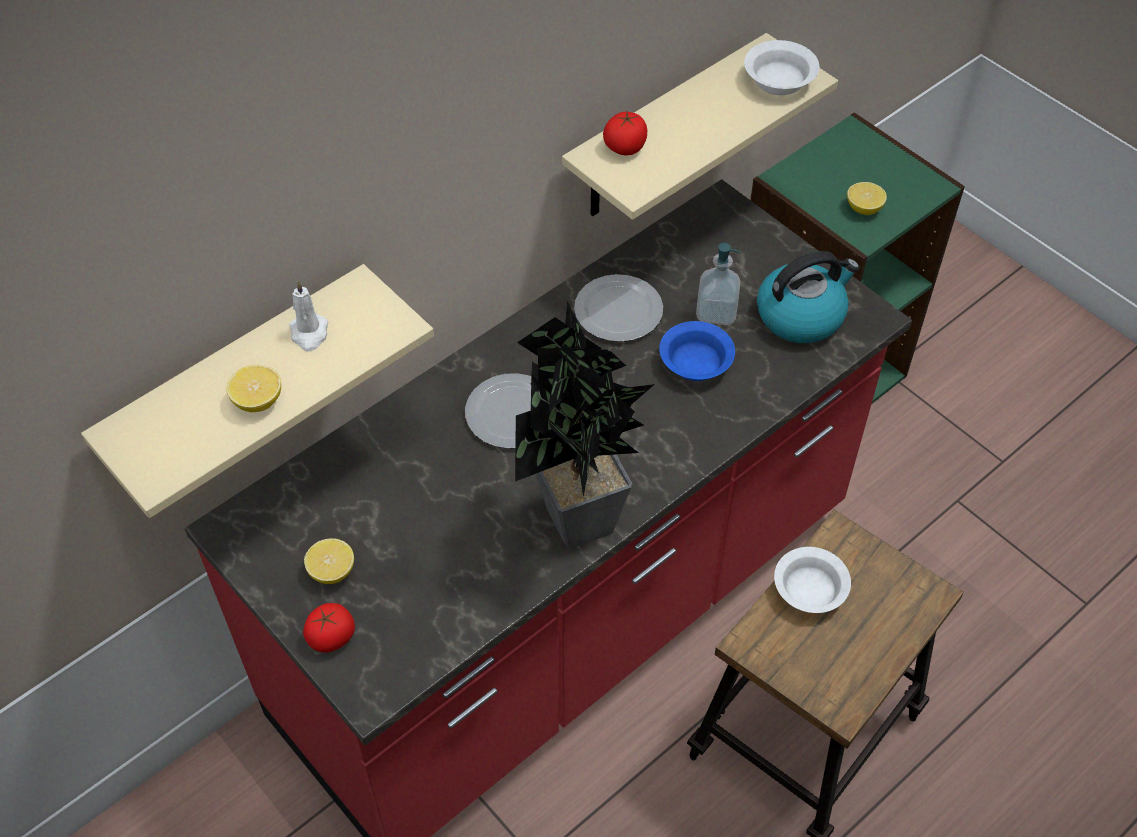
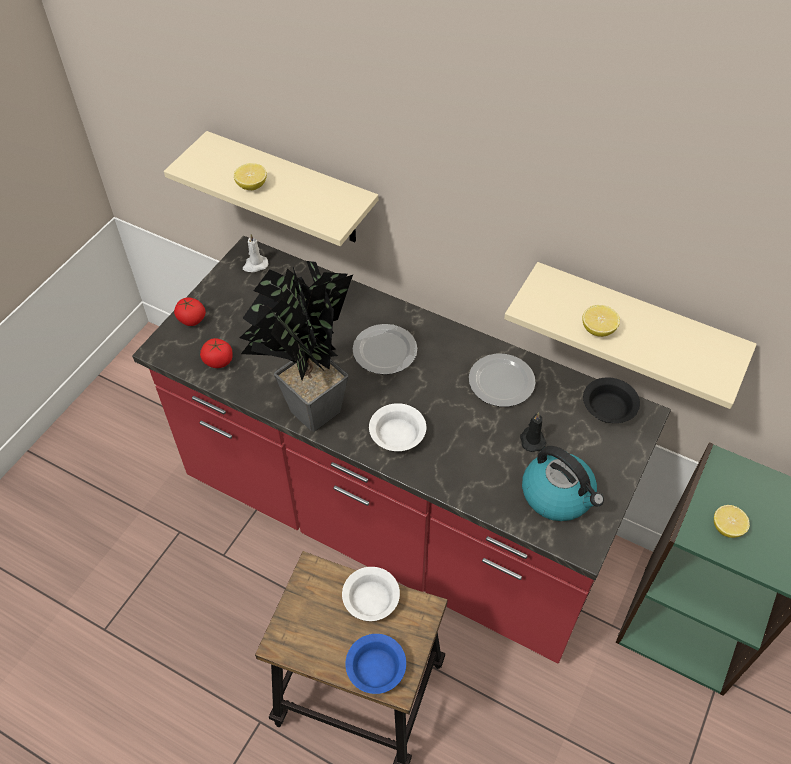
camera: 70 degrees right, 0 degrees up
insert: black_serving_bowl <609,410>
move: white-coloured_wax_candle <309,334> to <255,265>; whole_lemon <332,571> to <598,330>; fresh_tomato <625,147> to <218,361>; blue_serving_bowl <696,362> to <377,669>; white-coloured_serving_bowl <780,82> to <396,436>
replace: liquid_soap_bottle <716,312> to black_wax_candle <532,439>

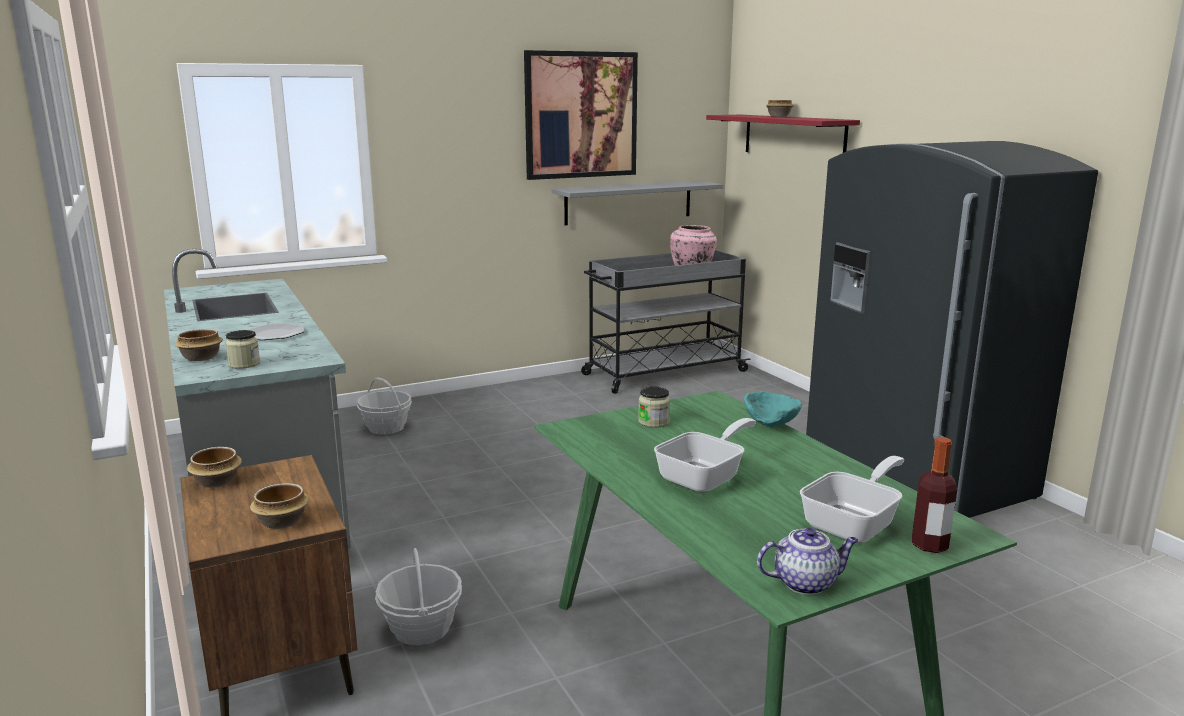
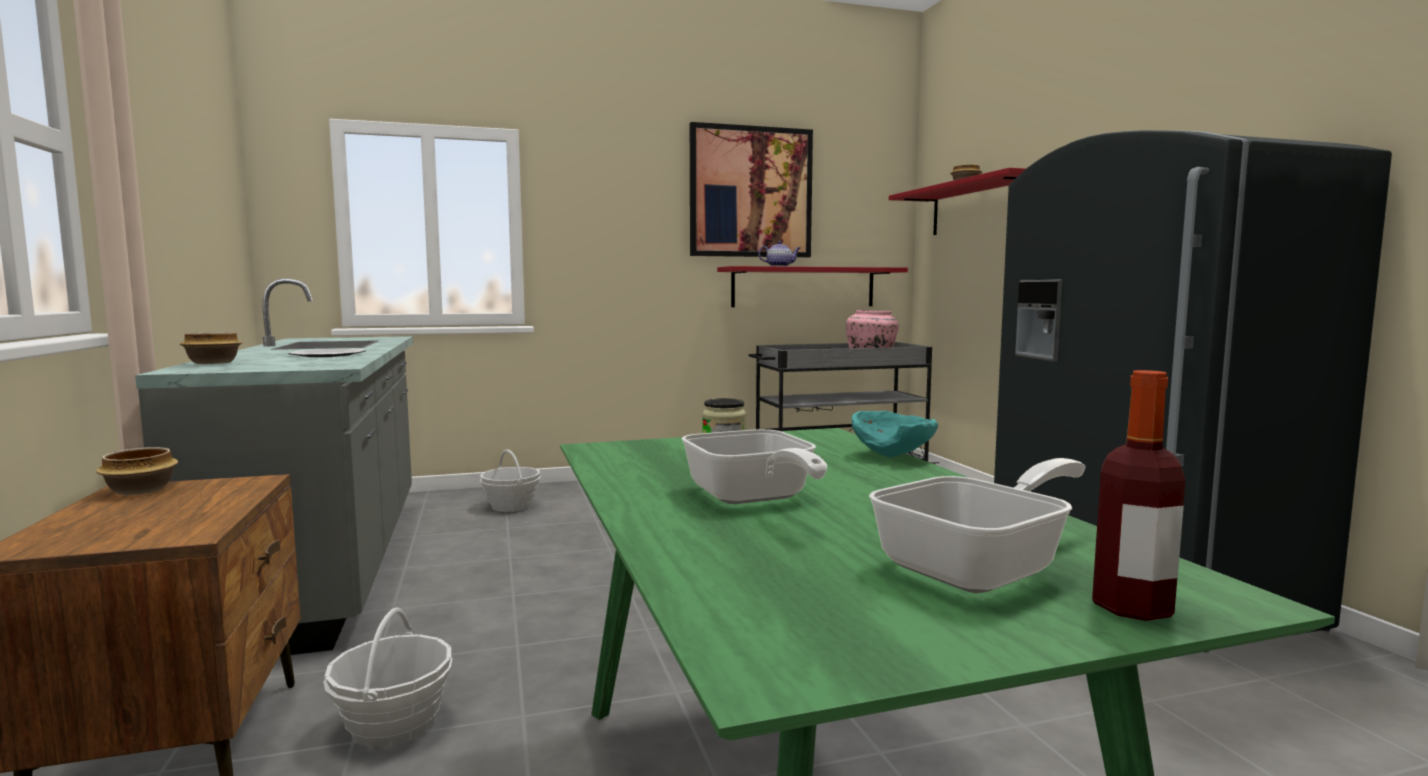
camera: 10 degrees right, 10 degrees down
delete: preserve_jar <244,364>; serving_bowl <281,522>
move: tea_pot <806,583> to <780,266>
recolor: grey_shelf <629,202> to red_shelf <803,287>
rotate: frying_pan <706,477> = <752,498> 105 degrees clockwise

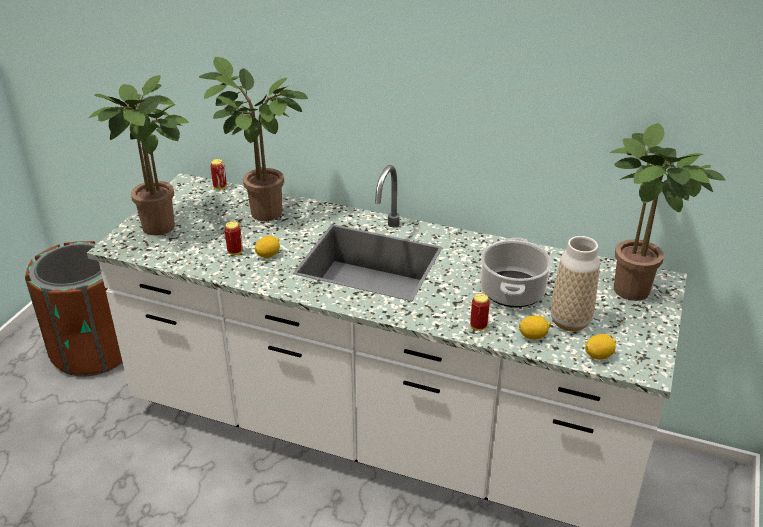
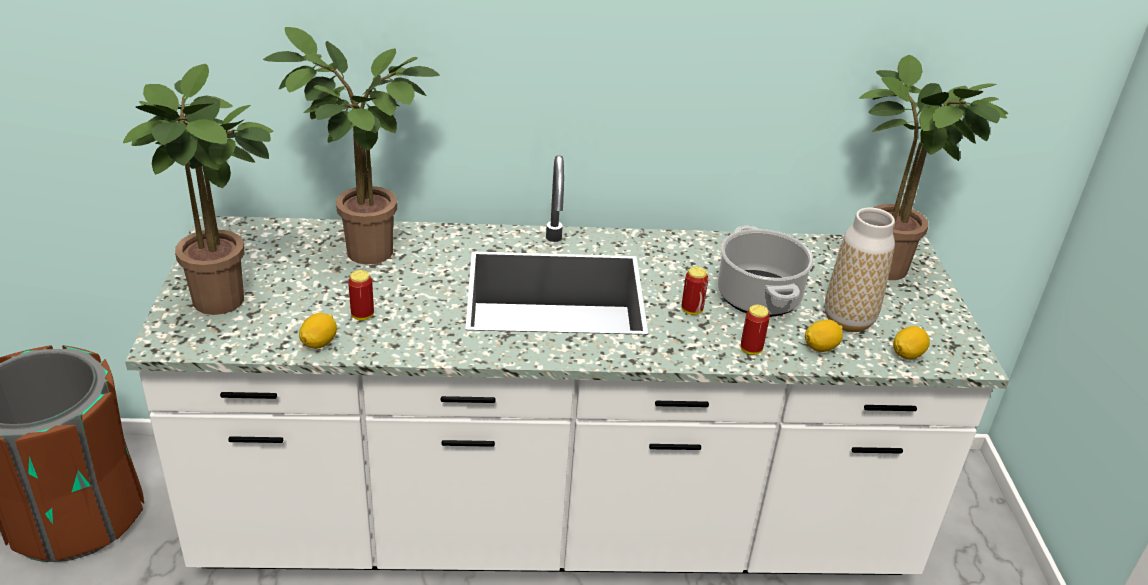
camera: 25 degrees left, 0 degrees up
move: sealed_can <220,187> to <691,310>; whole_lemon <268,255> to <319,343>

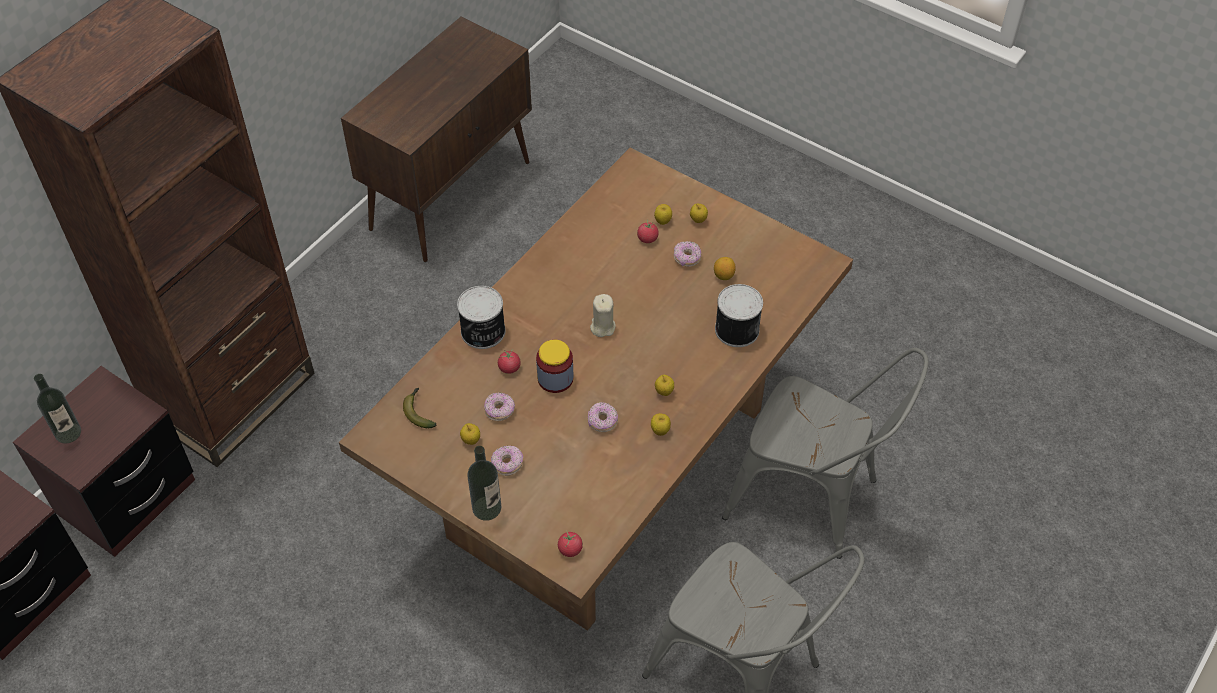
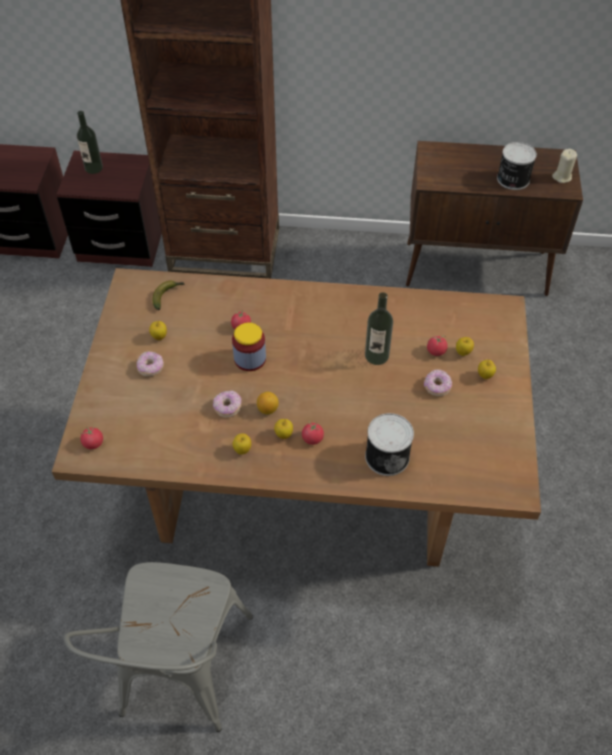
camera: 60 degrees right, 0 degrees up
delete: donut <499,410>; grey_plain_chair <813,500>
insert: fresh_tomato <312,438>
move: sealed_can <483,332> to <512,179>; drink_bottle <487,508> to <376,355>; sand-coloured_wax_candle <602,327> to <562,177>; whole_lemon <723,275> to <268,409>

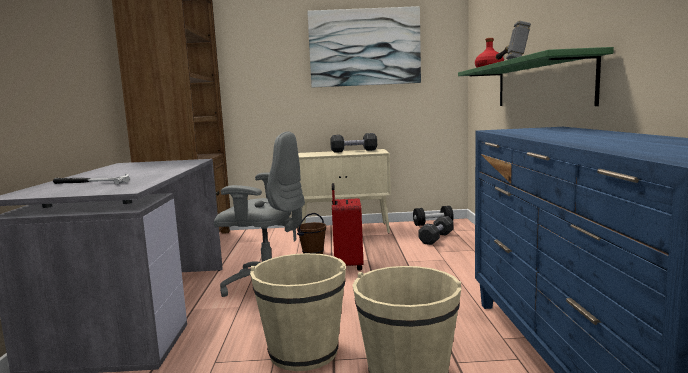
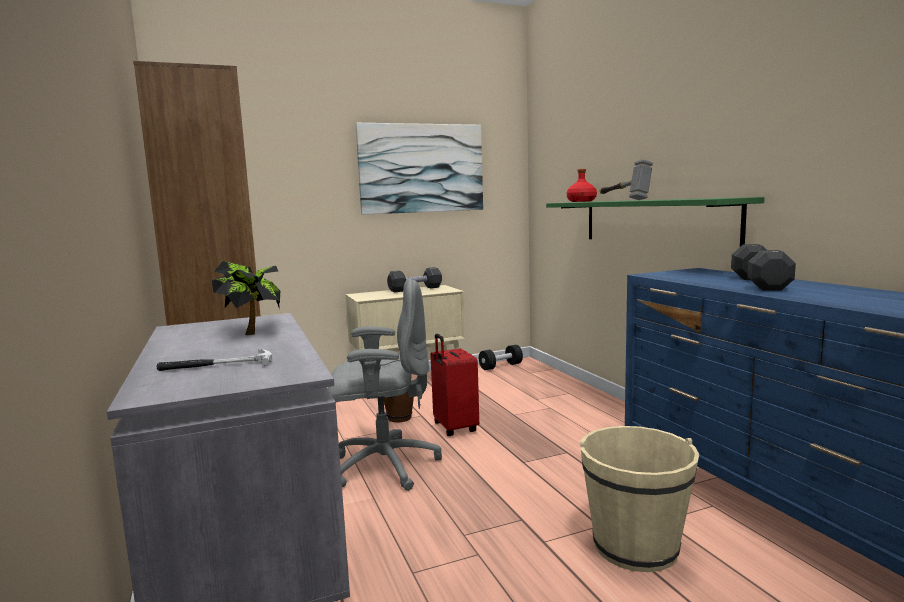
camera: 20 degrees left, 0 degrees up
delete: sand-coloured_water_bucket <303,352>
insert: plant_in_a_pot <253,331>
move: black_hand_weight <436,238> to <759,283>

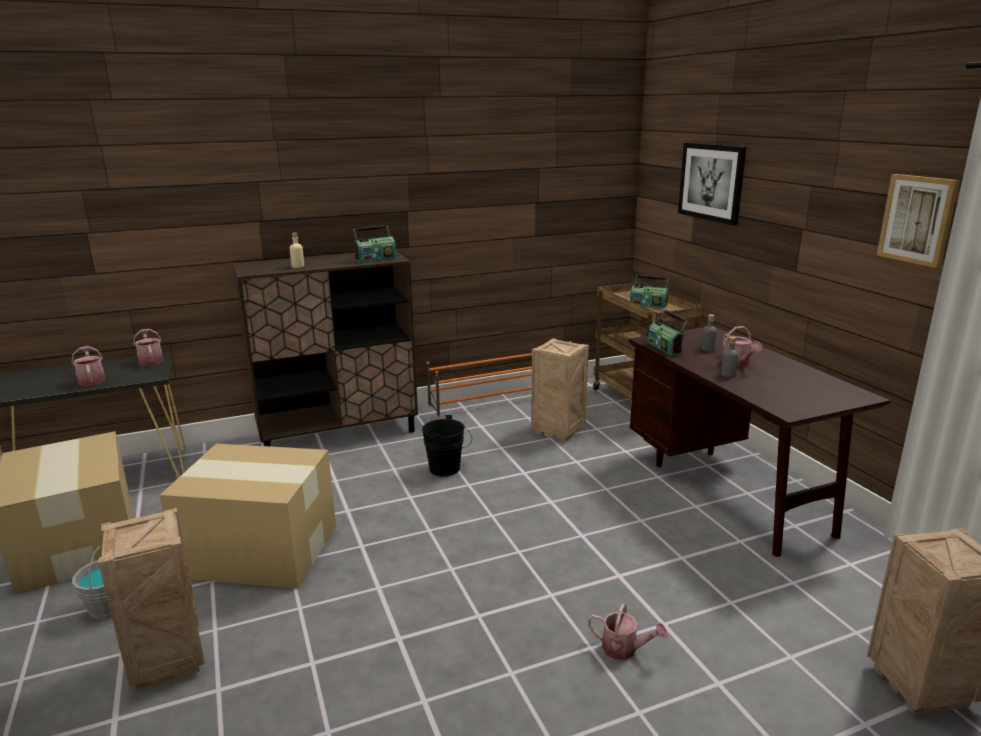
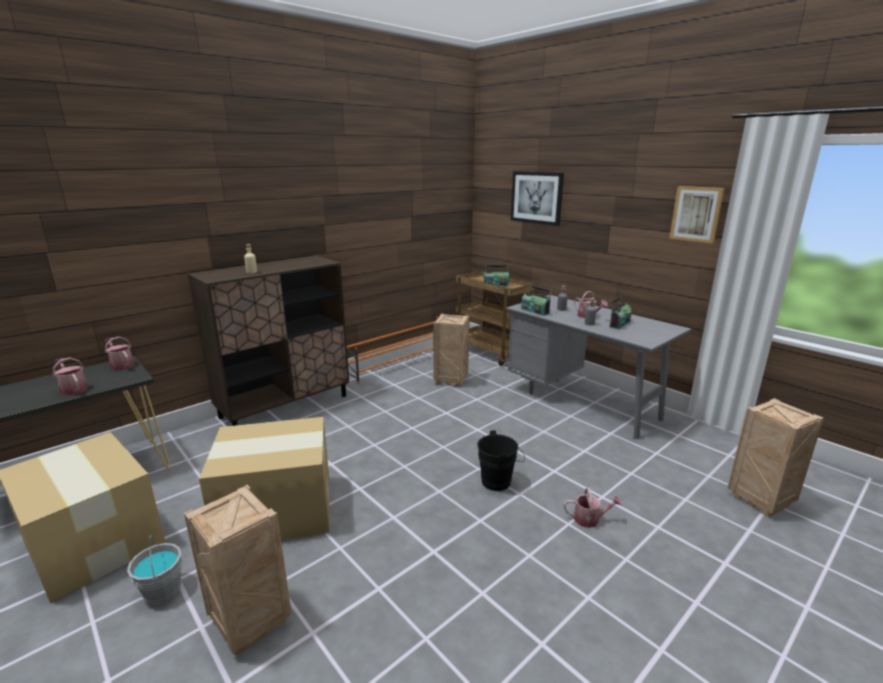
camera: 20 degrees left, 0 degrees up
move: radio <375,259> to <618,324>; black_water_bucket <448,469> to <499,481>
recolor: brown_desk_unit <729,490> to grey_desk_unit <583,402>

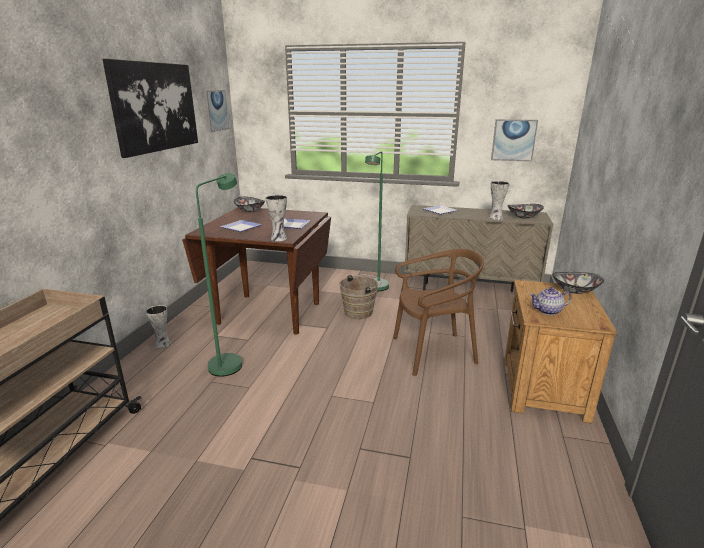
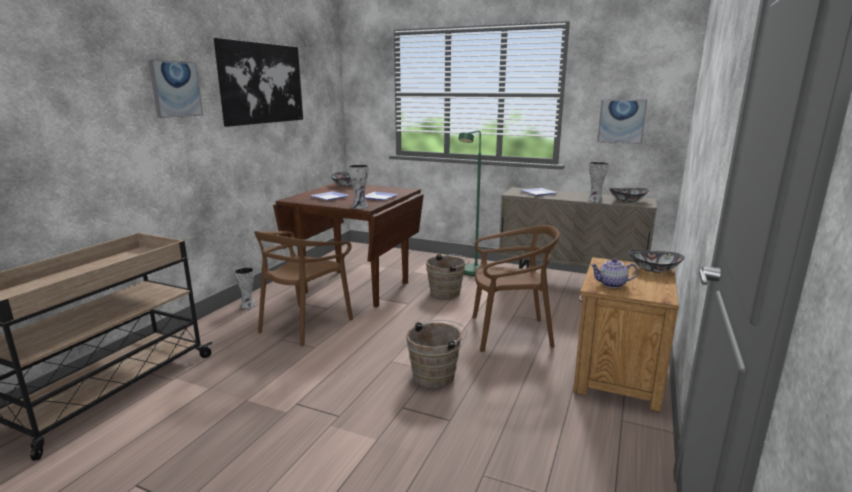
camera: 10 degrees right, 5 degrees down
insert: brown_water_bucket <437,375>
move: picture <216,110> to <176,89>
replace: green_standing_lamp <230,361> to brown_plain_chair <305,324>

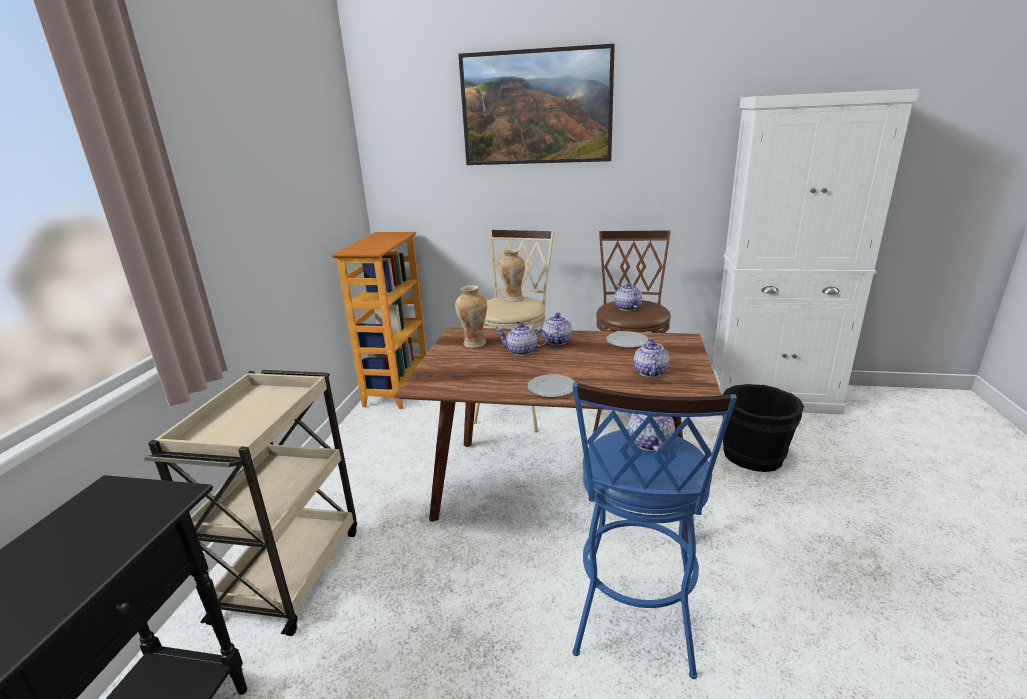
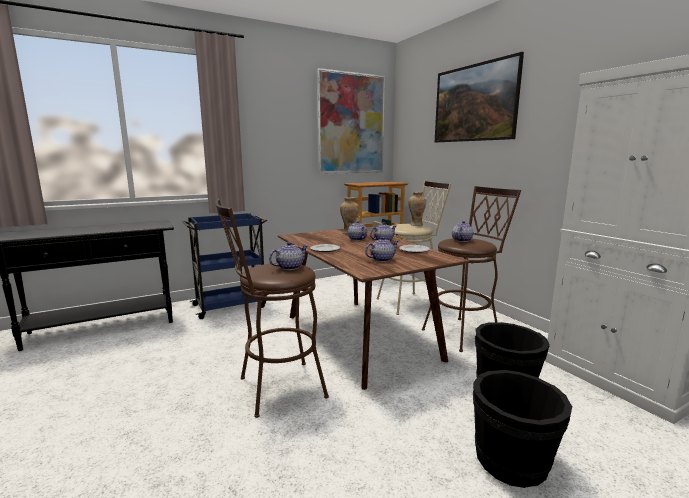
camera: 50 degrees right, 10 degrees down
insert: picture <351,124>; black_water_bucket <512,460>
recolor: sand-coloured_trolley <292,570> to blue_trolley <231,306>; blue_stool <634,627> to brown_stool <274,389>

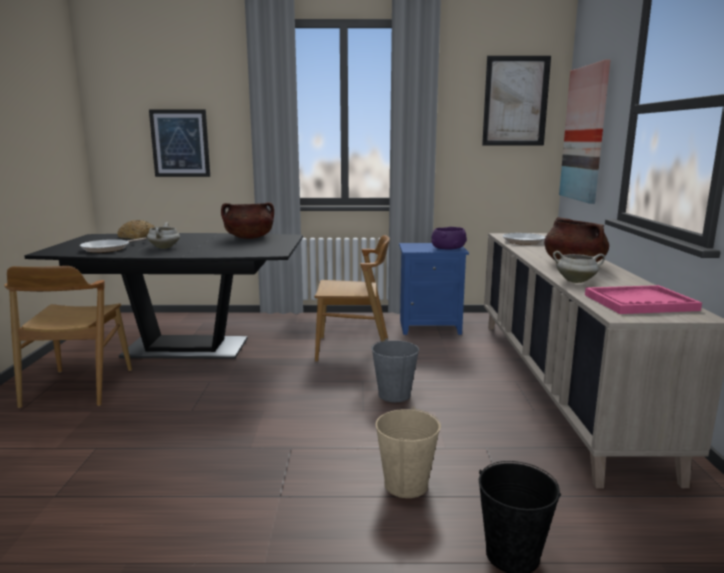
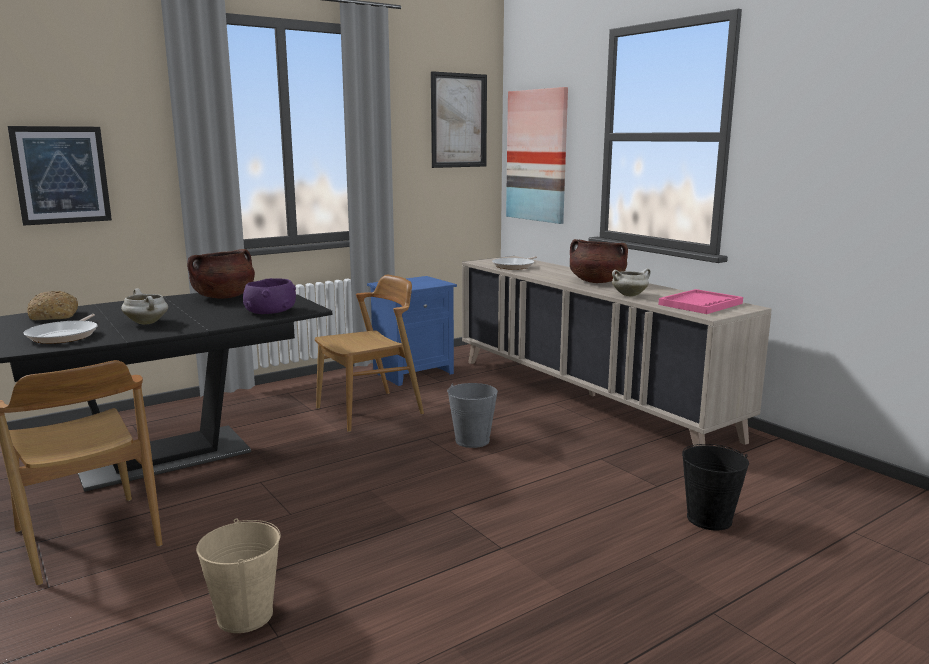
camera: 35 degrees left, 0 degrees up
move: sand-coloured_water_bucket <405,484> to <244,615>; purple_serving_bowl <448,248> to <271,311>

